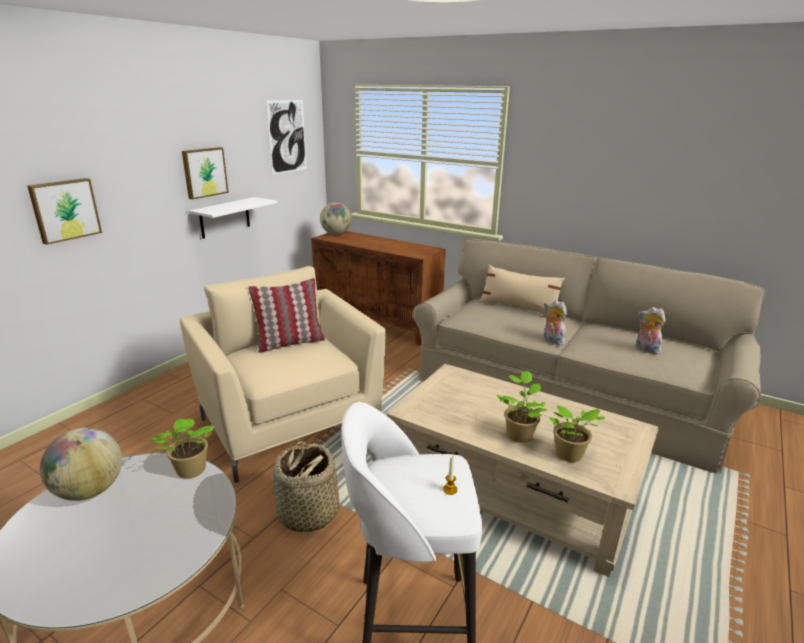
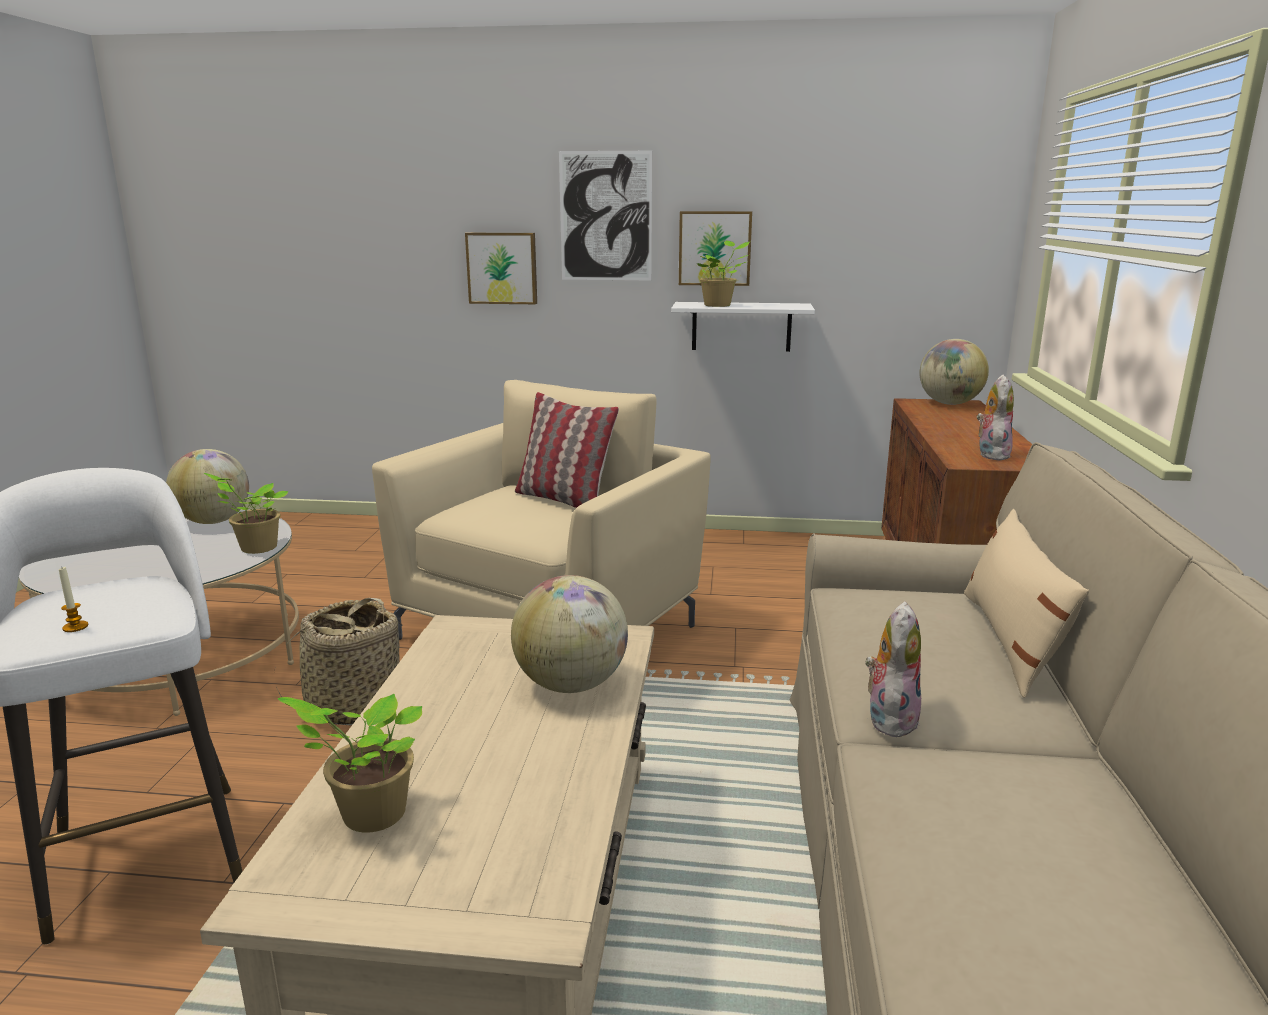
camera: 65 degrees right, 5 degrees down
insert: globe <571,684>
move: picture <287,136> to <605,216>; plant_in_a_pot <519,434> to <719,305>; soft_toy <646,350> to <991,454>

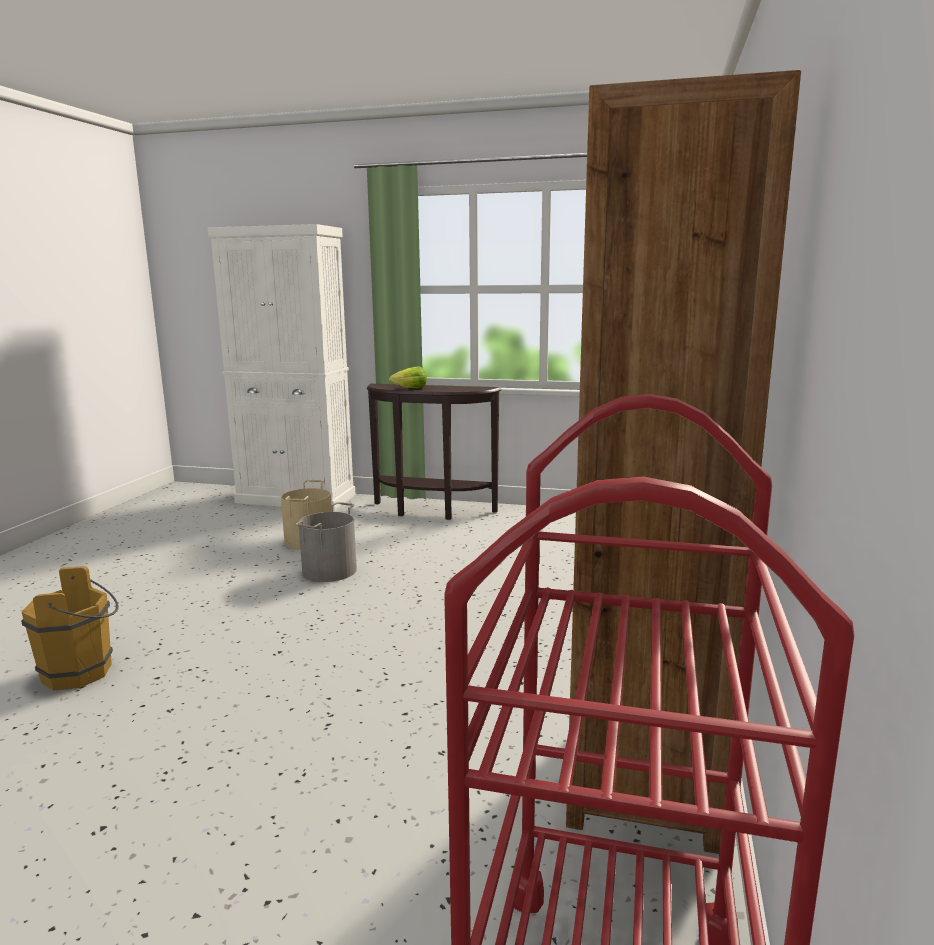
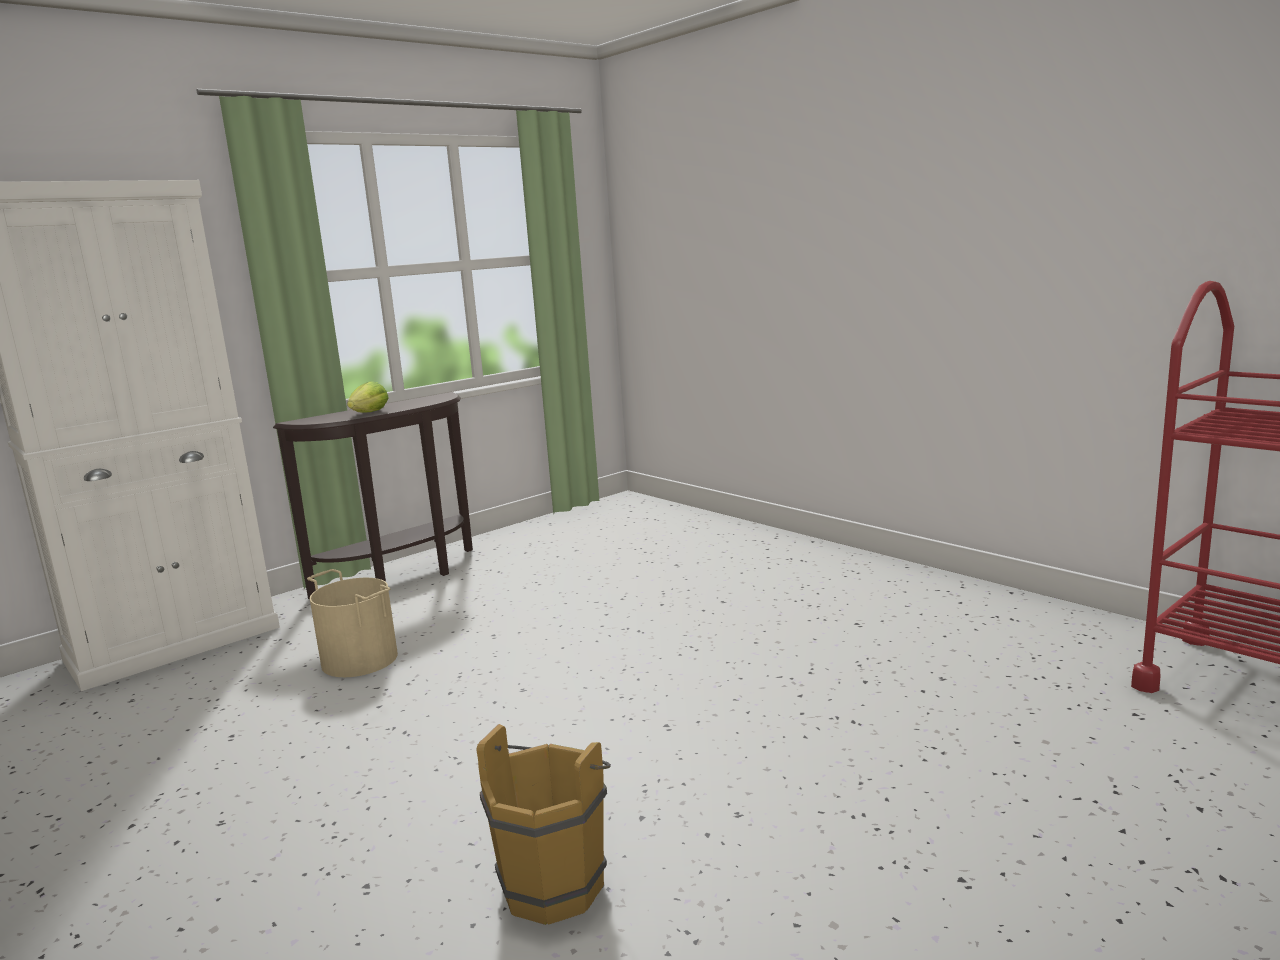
camera: 55 degrees left, 0 degrees up
delete: grey_water_bucket <330,571>; brown_bookcase <644,781>

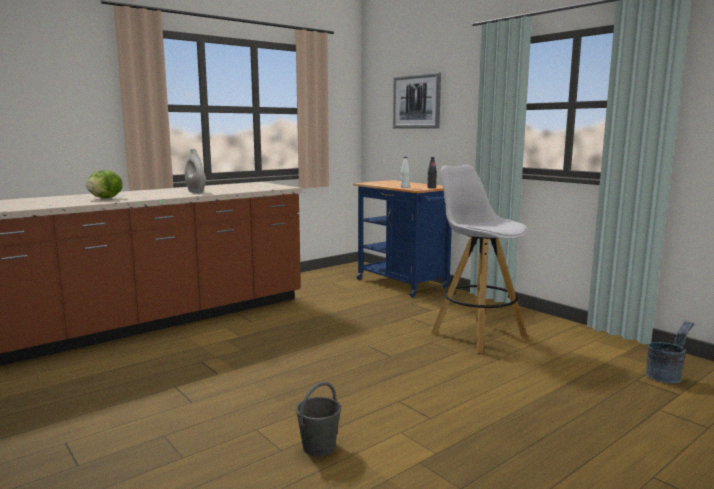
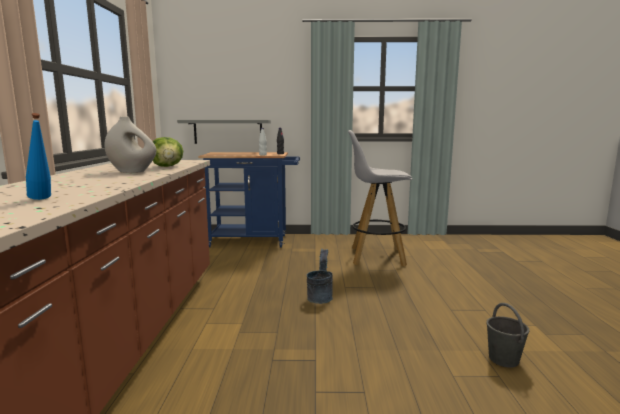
camera: 50 degrees left, 0 degrees up
delete: picture <416,101>
insert: blue_drink_bottle <42,199>; grey_shelf <228,131>
move: lettuce_head <106,198> to <168,166>; grey_water_bucket <666,376> to <320,297>

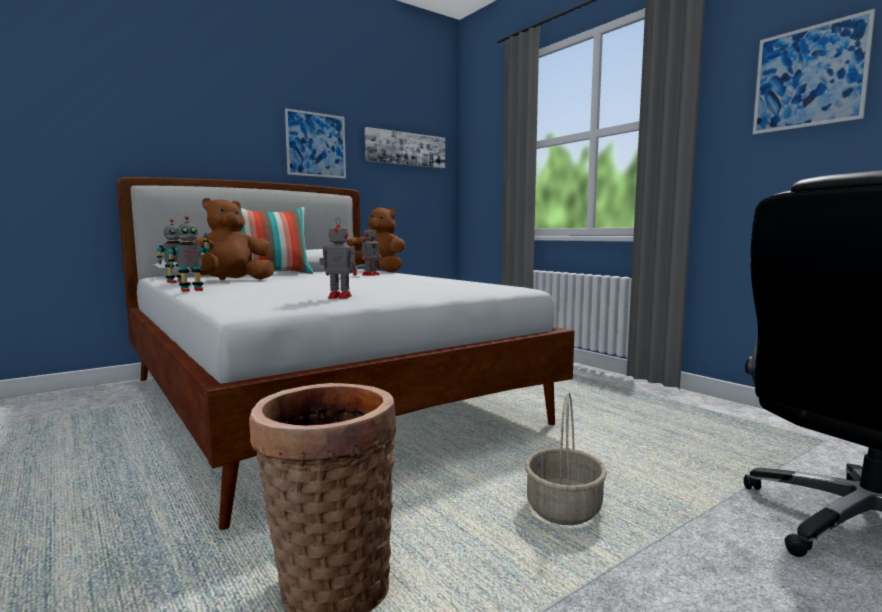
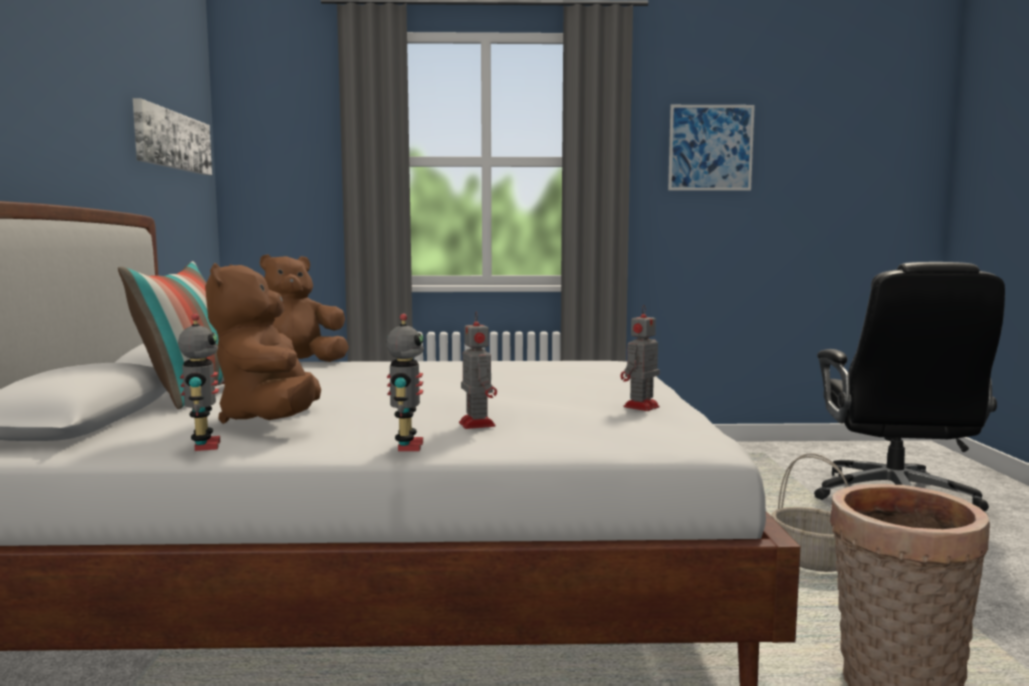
camera: 55 degrees left, 0 degrees up
delete: picture <316,145>
move: toy_robot <371,275> to <476,424>

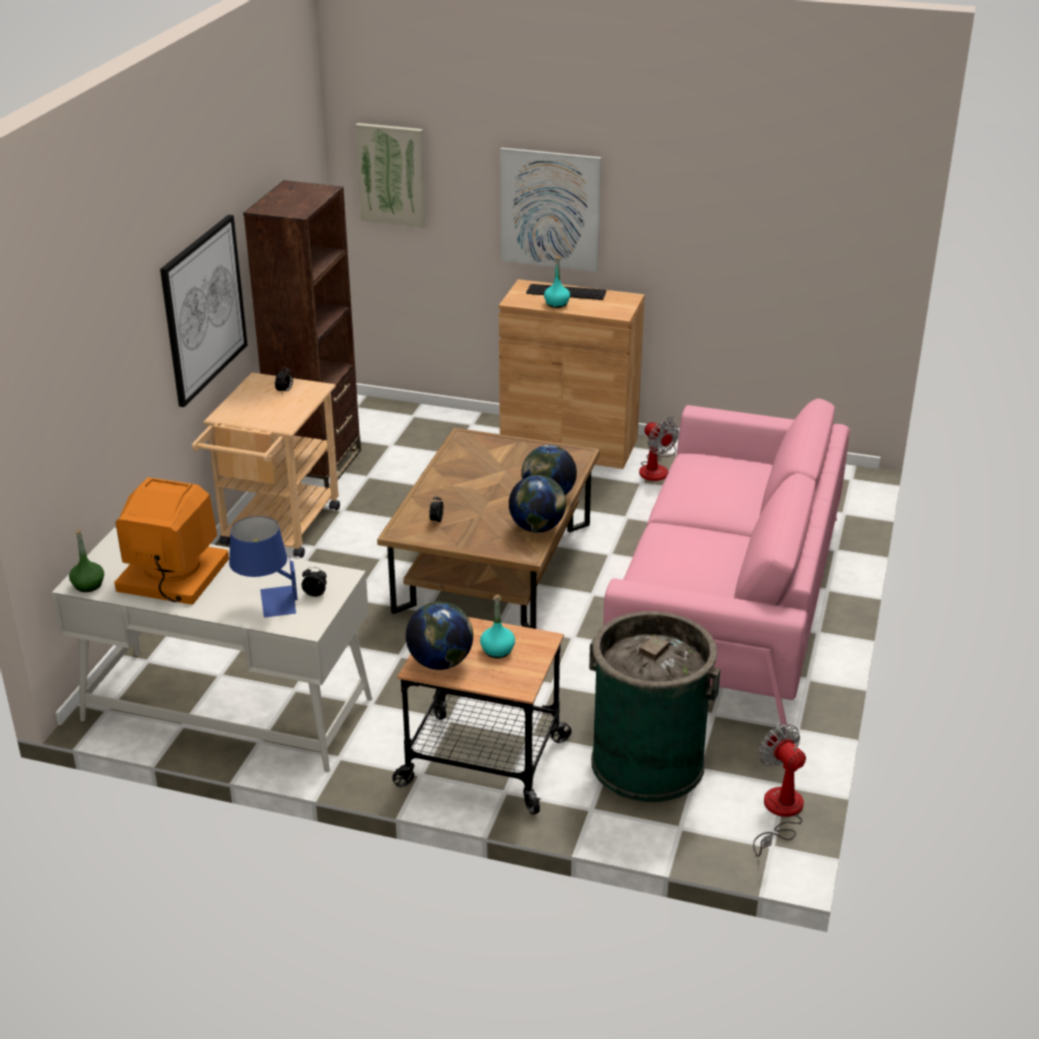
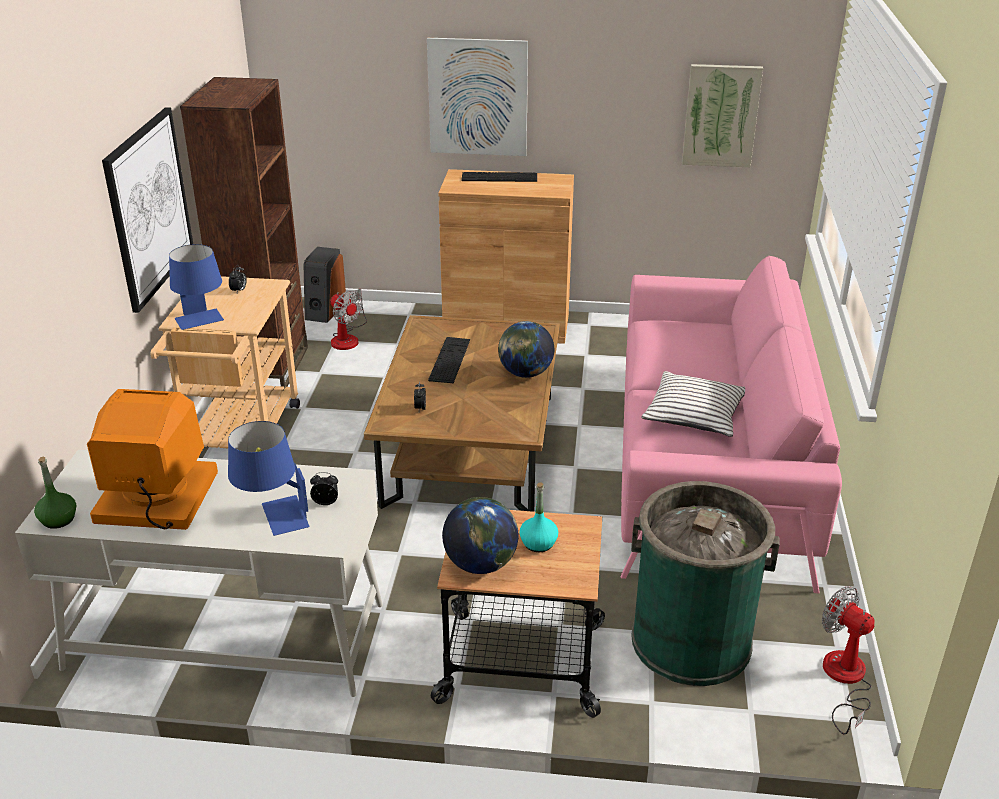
camera: 10 degrees left, 0 degrees up
delete: globe <537,528>; blue-green_drink_bottle <557,304>
insert: blue_table_lamp <202,323>; audio_speaker <325,310>; keyboard <449,360>; white-coloured_cushion <695,414>
move: picture <392,174> to <721,115>; fan <656,468> to <347,337>

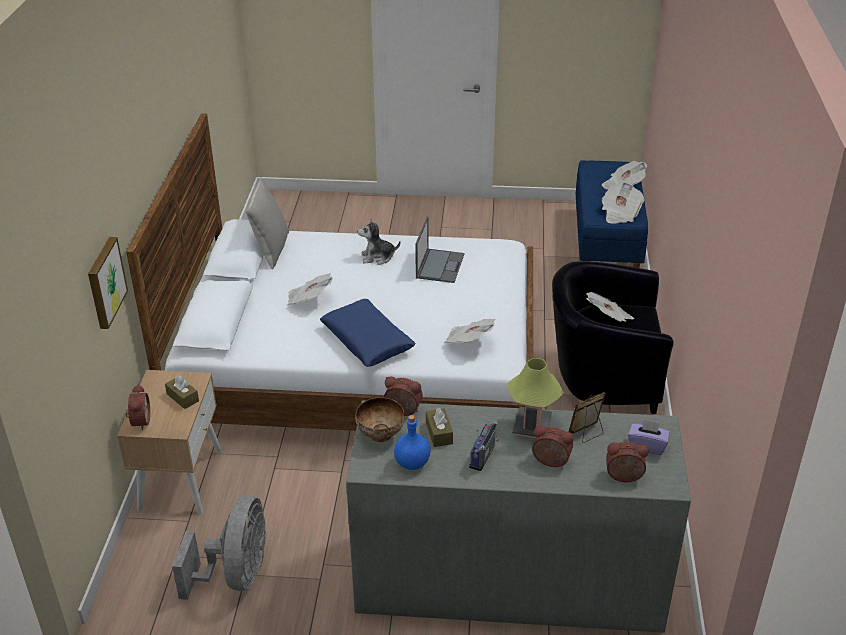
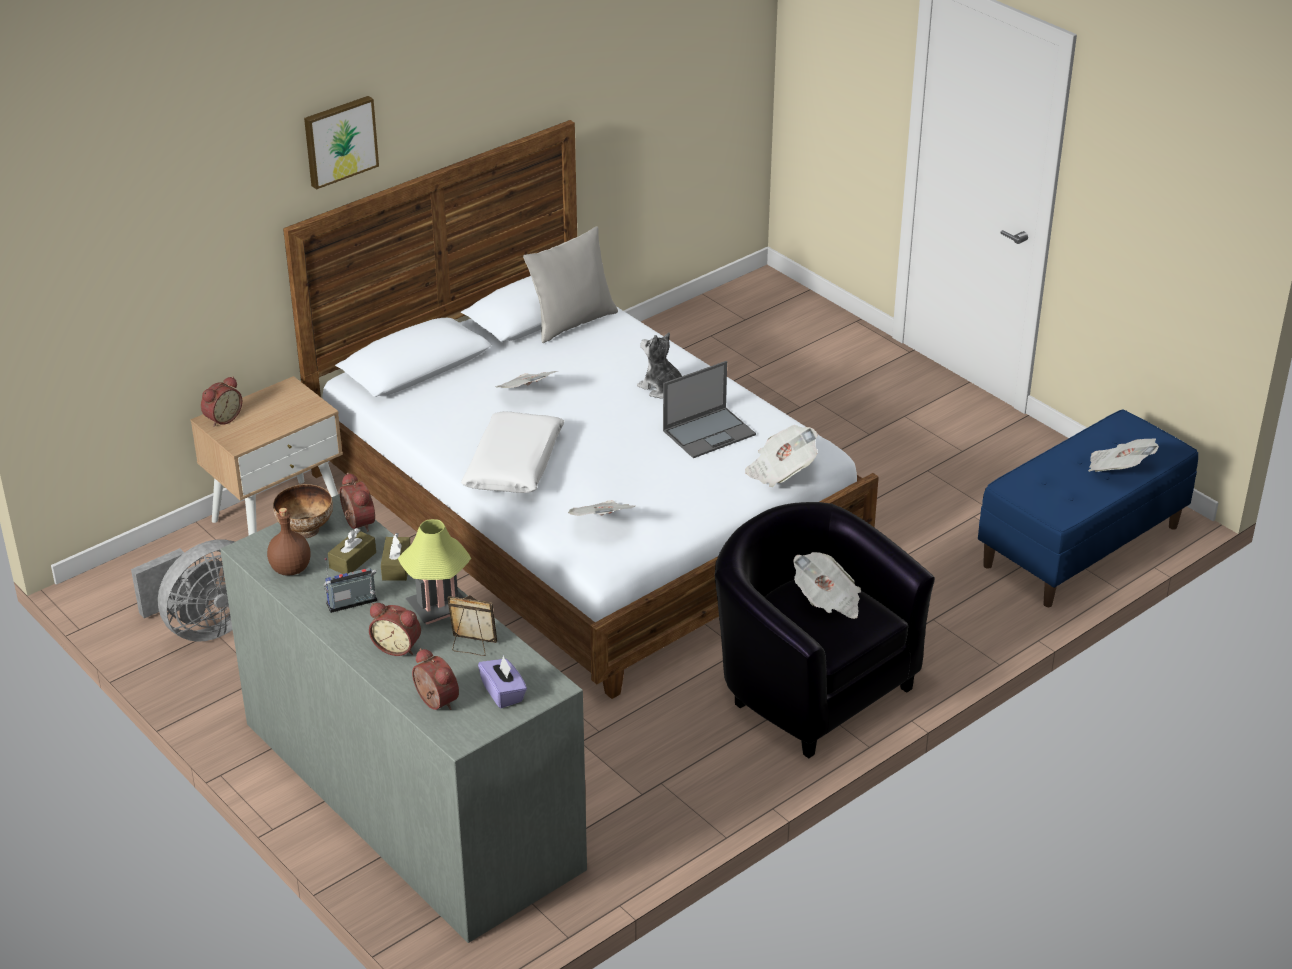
camera: 45 degrees right, 0 degrees up
move: picture <104,282> to <339,140>; brown_tissue_box <182,397> to <396,566>; printed_paper <620,214> to <780,471>
recolor: blue_cushion <367,340> to white-coloured_cushion <514,464>; blue_drink_bottle <411,463> to brown_drink_bottle <290,569>
rotate: alarm_clock <550,462> = <397,646> 135 degrees clockwise

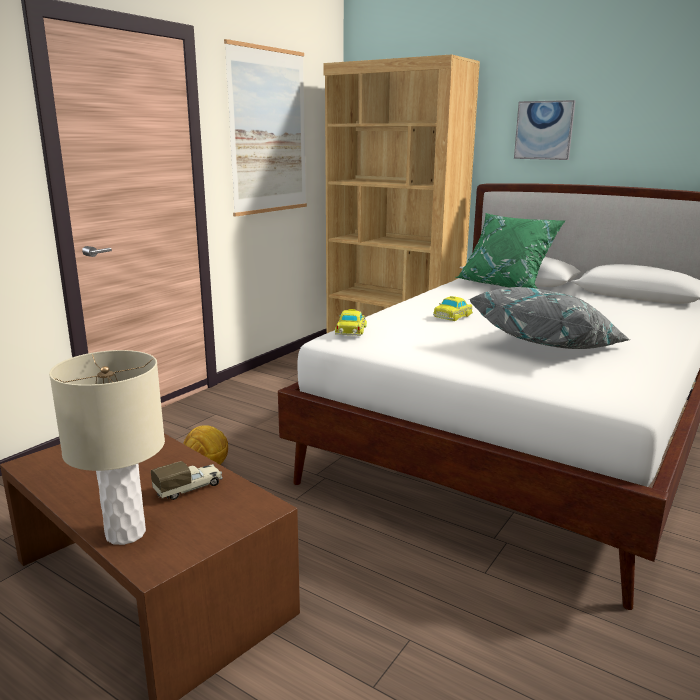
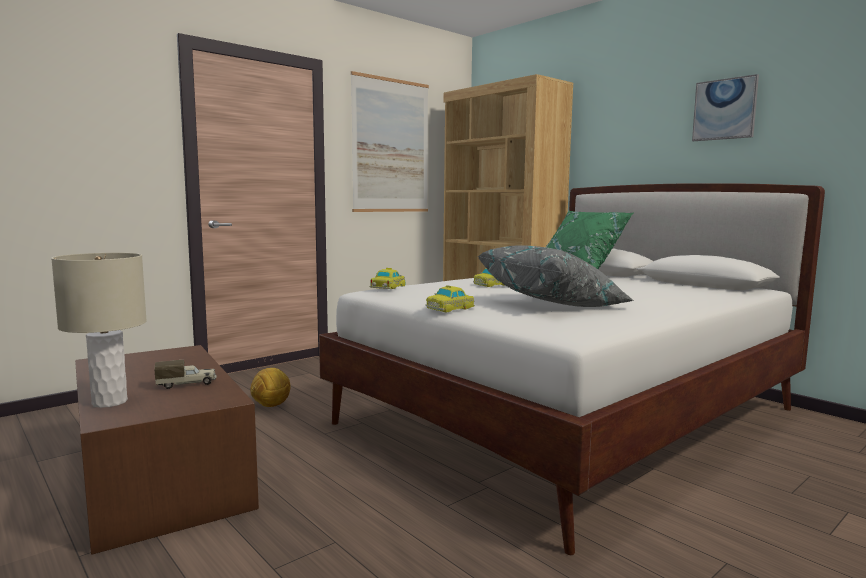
camera: 15 degrees right, 10 degrees down
insert: miniature_car <451,308>
move: picture <544,130> to <724,109>

